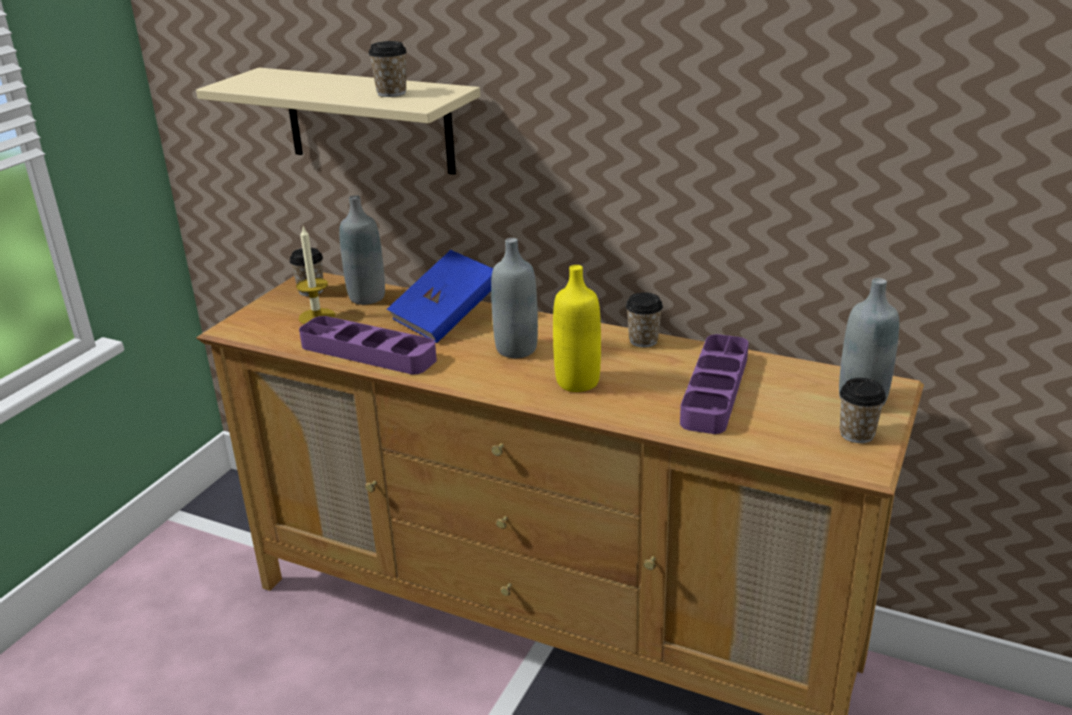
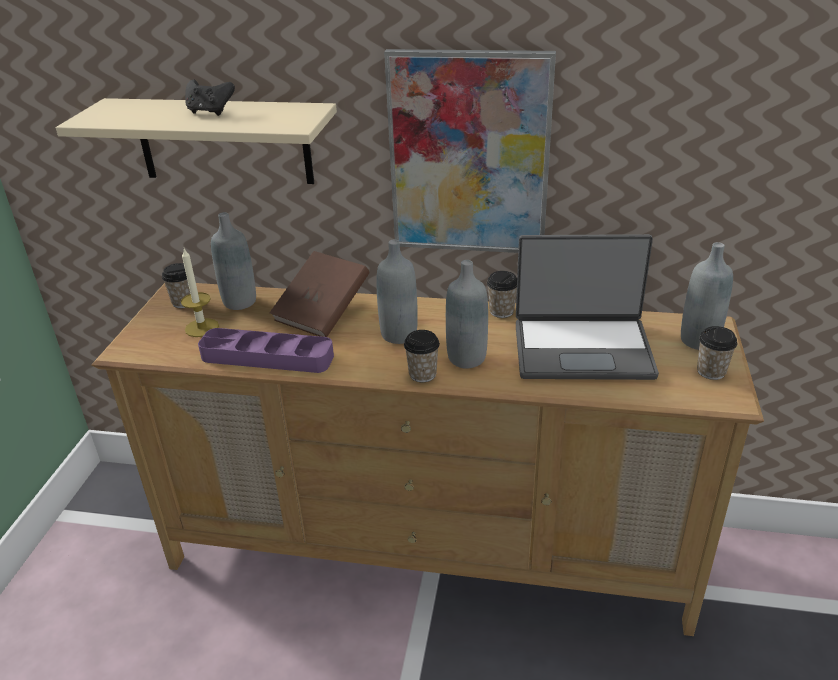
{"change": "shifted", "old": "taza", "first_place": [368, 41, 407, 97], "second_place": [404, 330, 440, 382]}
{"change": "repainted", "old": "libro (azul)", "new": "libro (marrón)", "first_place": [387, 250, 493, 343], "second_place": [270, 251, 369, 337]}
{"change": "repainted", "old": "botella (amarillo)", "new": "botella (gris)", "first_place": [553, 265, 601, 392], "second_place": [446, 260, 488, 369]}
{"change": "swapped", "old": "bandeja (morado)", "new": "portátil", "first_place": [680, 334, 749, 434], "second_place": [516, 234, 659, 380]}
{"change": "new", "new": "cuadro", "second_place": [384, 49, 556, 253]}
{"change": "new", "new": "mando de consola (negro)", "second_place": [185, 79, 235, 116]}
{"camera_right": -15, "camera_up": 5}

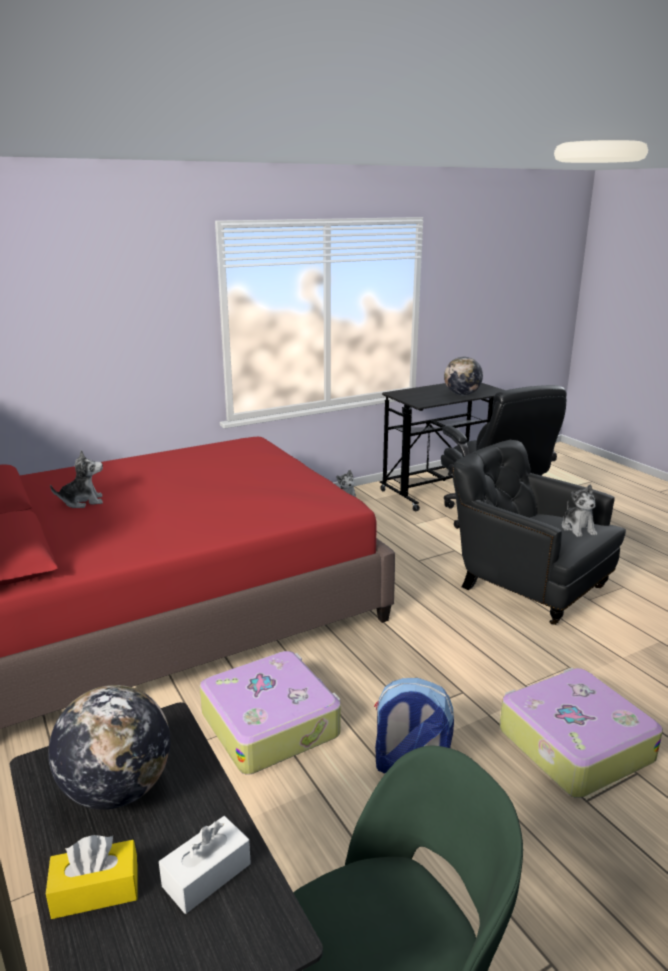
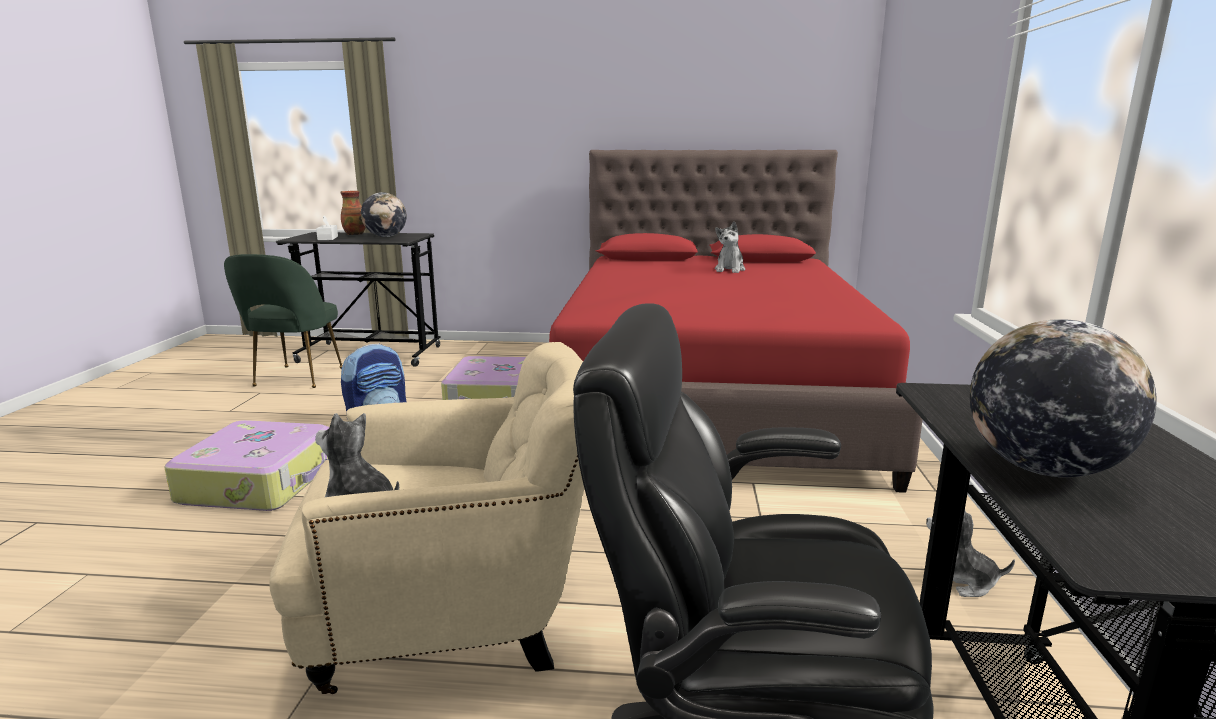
{"change": "repainted", "old": "sillón (negro)", "new": "sillón (beis)", "first_place": [452, 440, 626, 625], "second_place": [269, 342, 584, 694]}
{"change": "swapped", "old": "caja de pañuelos (amarillo)", "new": "florero", "first_place": [46, 835, 138, 919], "second_place": [340, 191, 365, 235]}
{"camera_right": 125, "camera_up": -5}

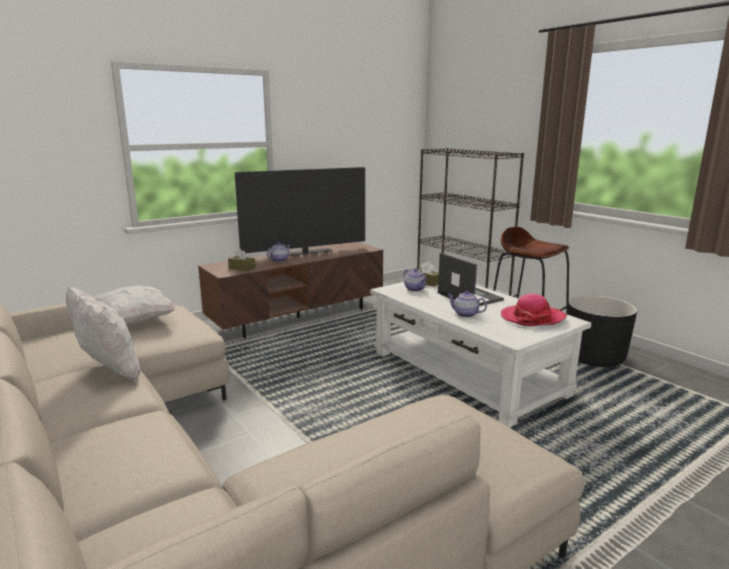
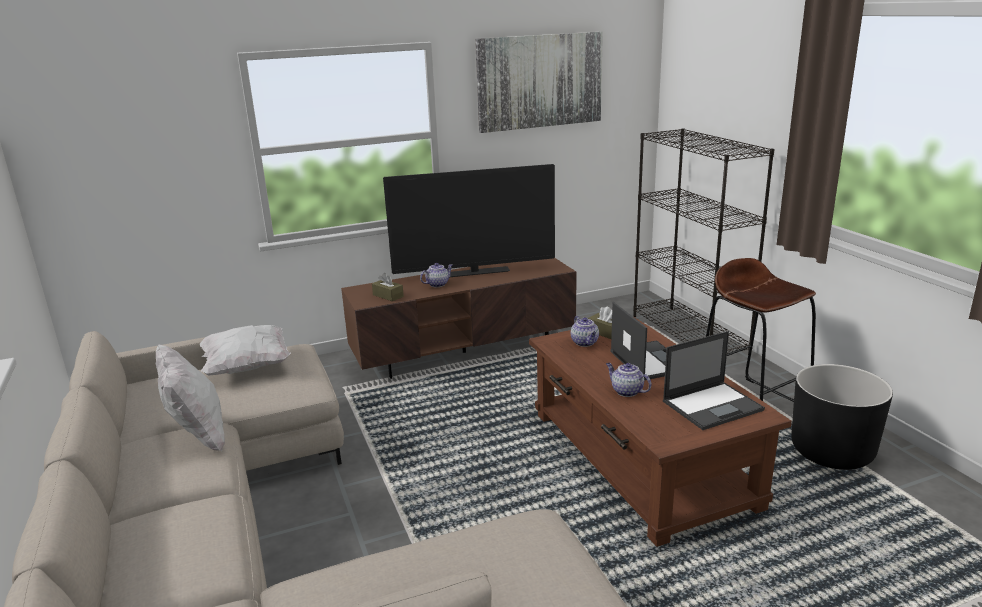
{"change": "repainted", "old": "mesa de centro (blanco)", "new": "mesa de centro (marrón)", "first_place": [370, 282, 591, 428], "second_place": [529, 317, 792, 547]}
{"change": "swapped", "old": "sombrero", "new": "portátil", "first_place": [501, 293, 567, 326], "second_place": [663, 331, 765, 430]}
{"change": "new", "new": "cuadro", "second_place": [475, 32, 603, 133]}
{"camera_right": 15, "camera_up": 5}

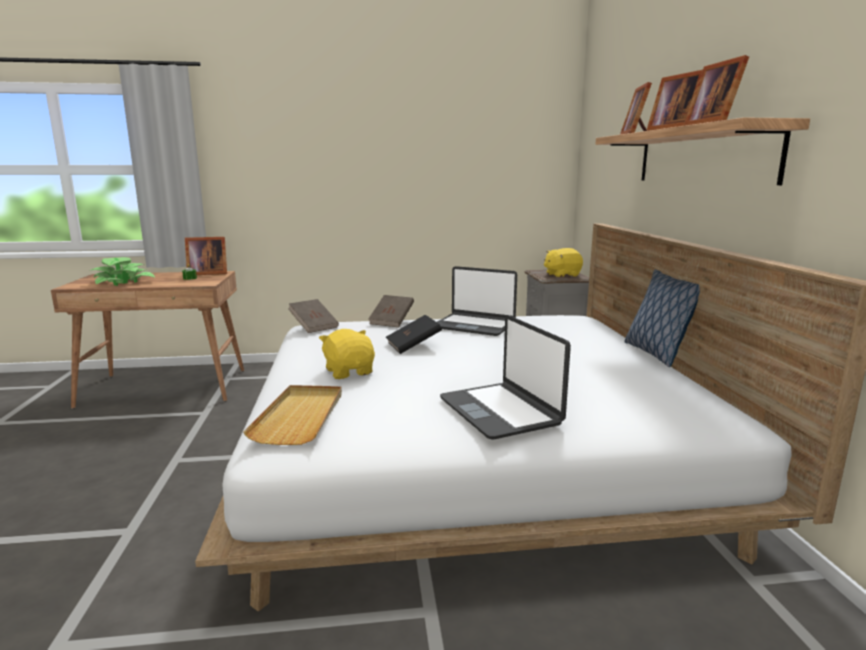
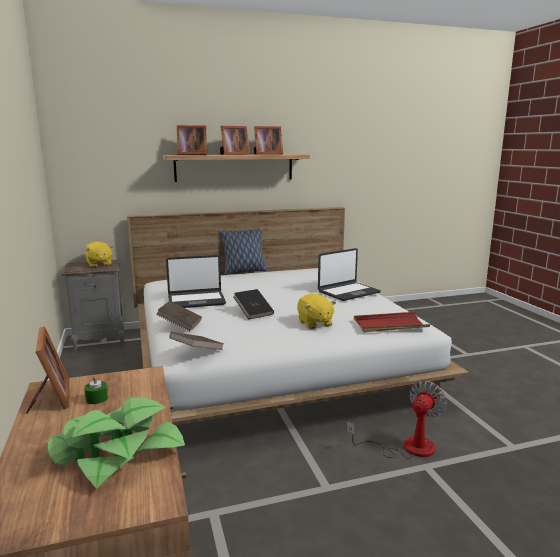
{"change": "rotated", "old": "portátil", "first_place": [437, 266, 517, 336], "second_place": [166, 255, 226, 308], "degrees": 60}
{"change": "rotated", "old": "peluche (amarillo)", "first_place": [319, 329, 375, 379], "second_place": [297, 293, 336, 329], "degrees": -75}
{"change": "repainted", "old": "bandeja (beis)", "new": "bandeja (rojo)", "first_place": [243, 385, 342, 445], "second_place": [354, 312, 430, 333]}
{"change": "new", "new": "ventilador", "second_place": [347, 381, 447, 459]}
{"camera_right": -100, "camera_up": 0}

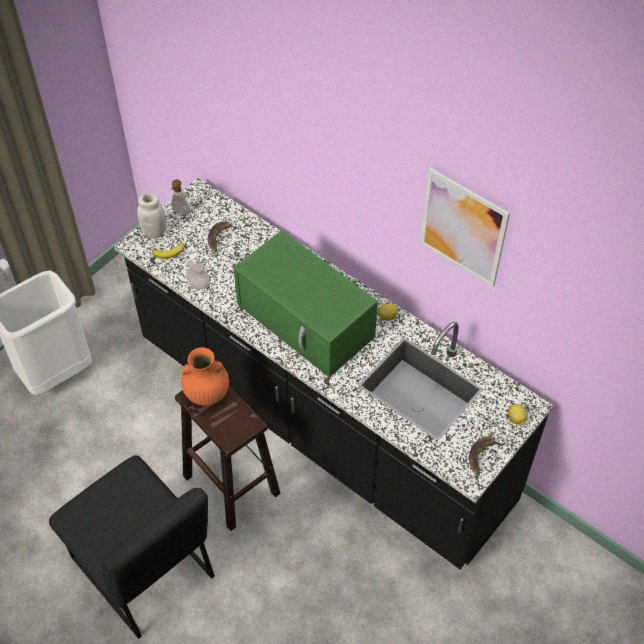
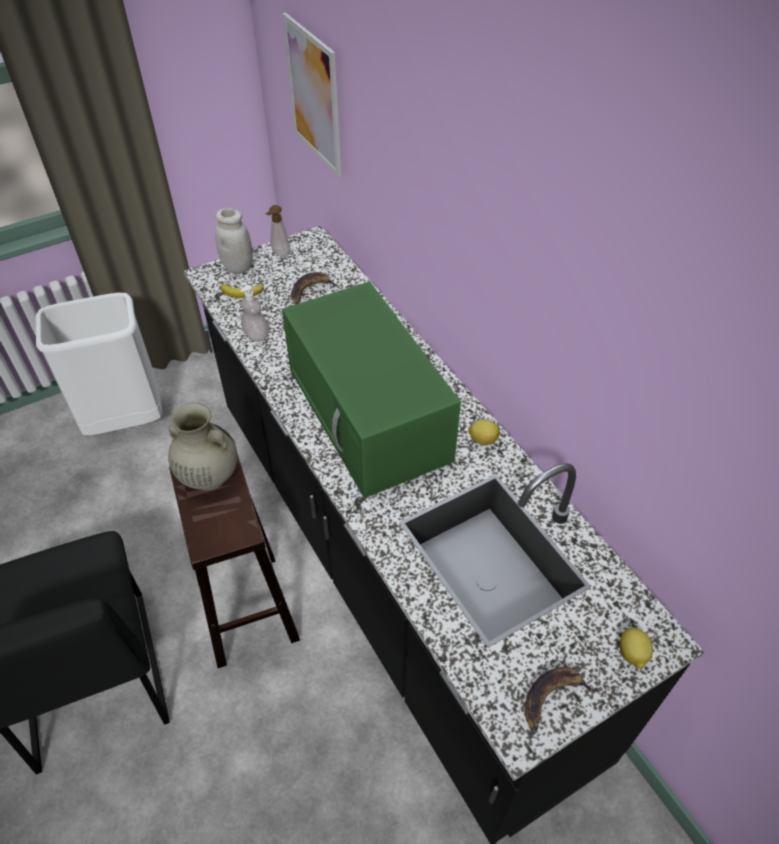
{"change": "shifted", "old": "cuadro", "first_place": [420, 168, 510, 287], "second_place": [282, 13, 341, 177]}
{"change": "repainted", "old": "florero (naranja)", "new": "florero (beis)", "first_place": [181, 347, 229, 405], "second_place": [168, 403, 238, 491]}
{"camera_right": 20, "camera_up": -5}

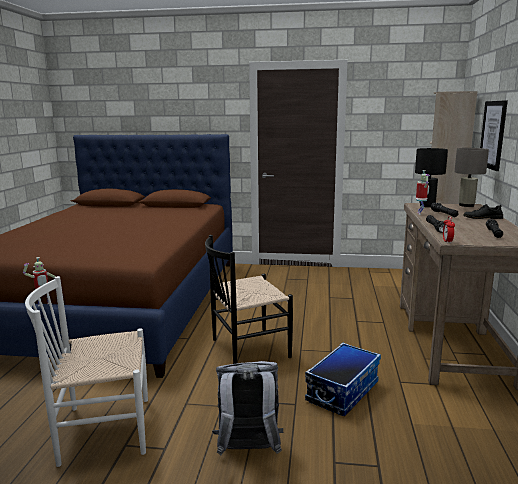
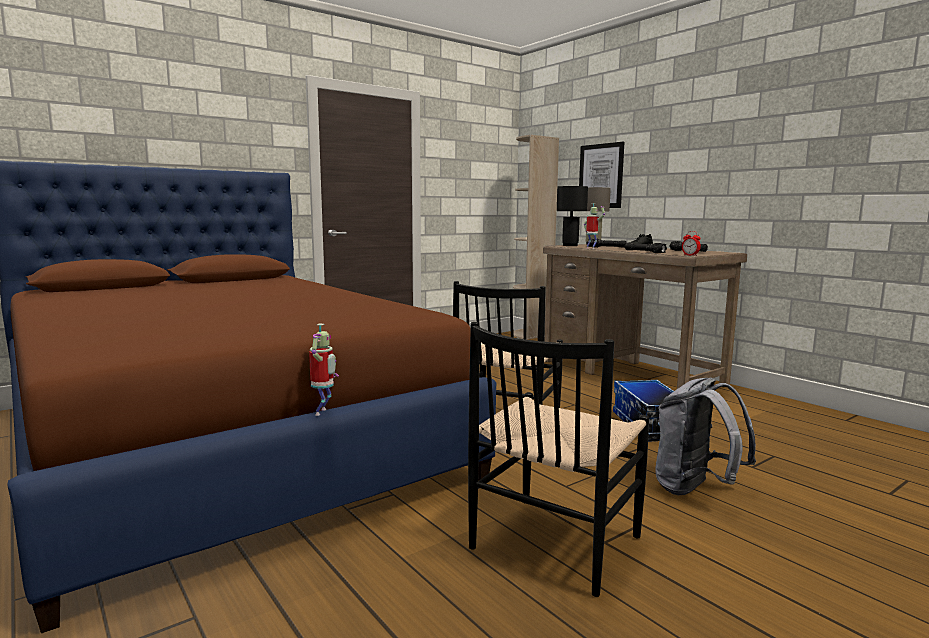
{"change": "repainted", "old": "silla (blanco)", "new": "silla (negro)", "first_place": [25, 276, 148, 467], "second_place": [468, 322, 649, 597]}
{"camera_right": -45, "camera_up": -5}

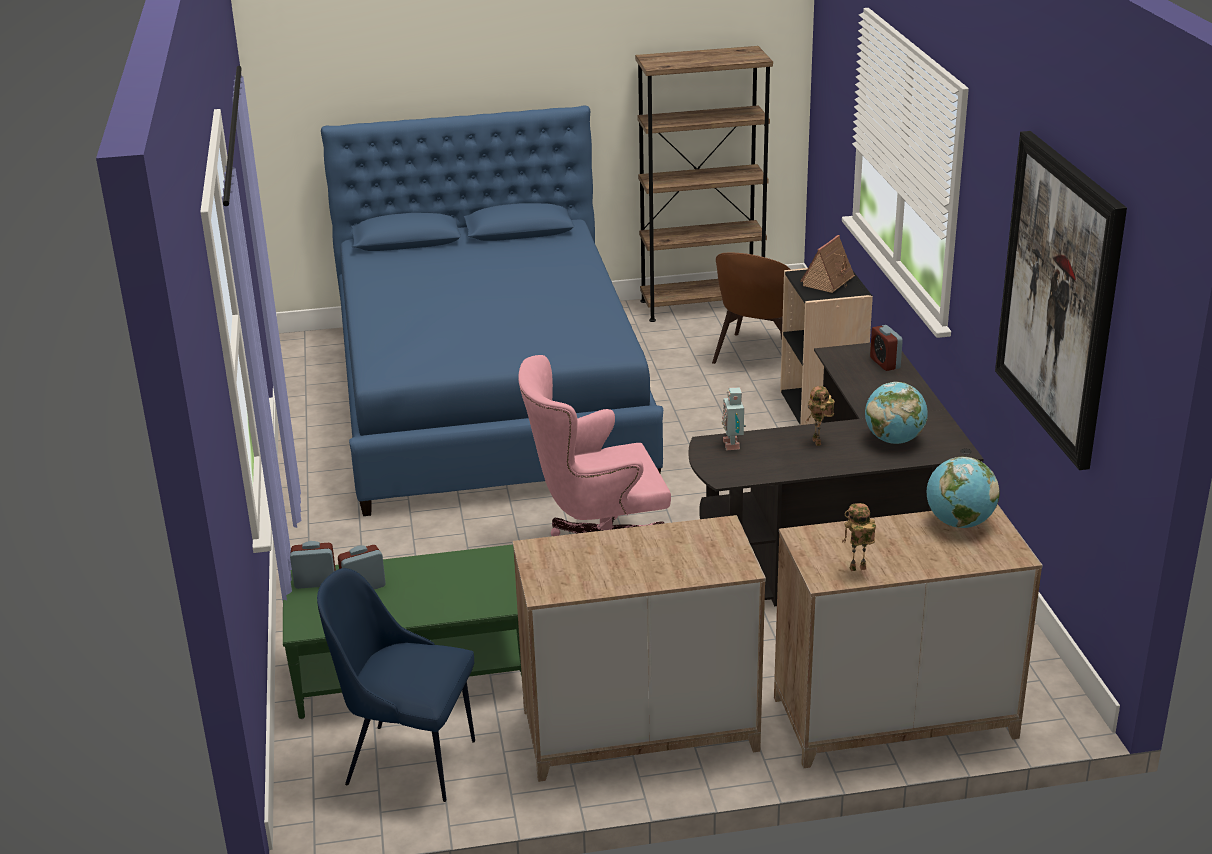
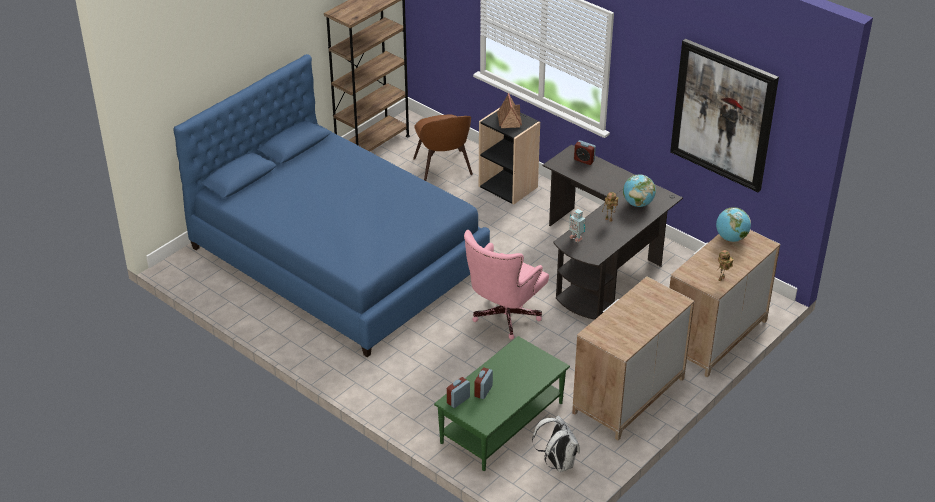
{"change": "swapped", "old": "silla (azul)", "new": "mochila (blanco)", "first_place": [317, 568, 475, 802], "second_place": [532, 415, 580, 472]}
{"camera_right": -40, "camera_up": 10}

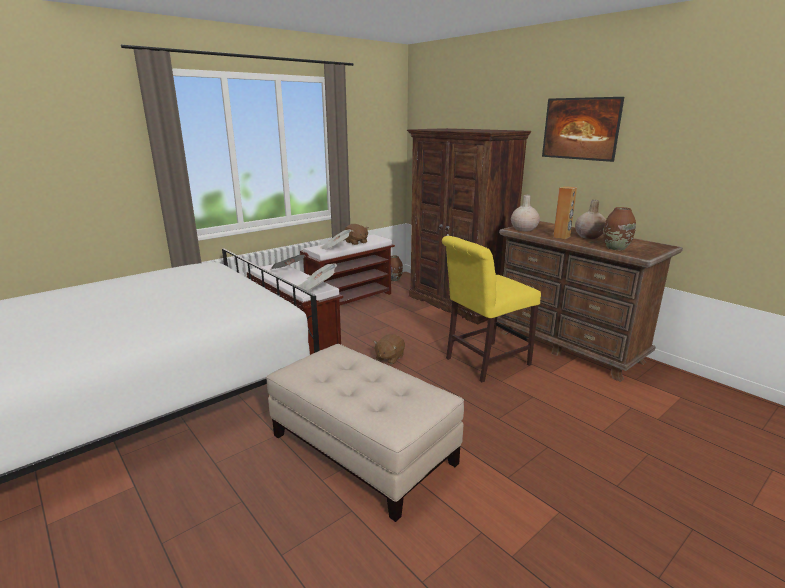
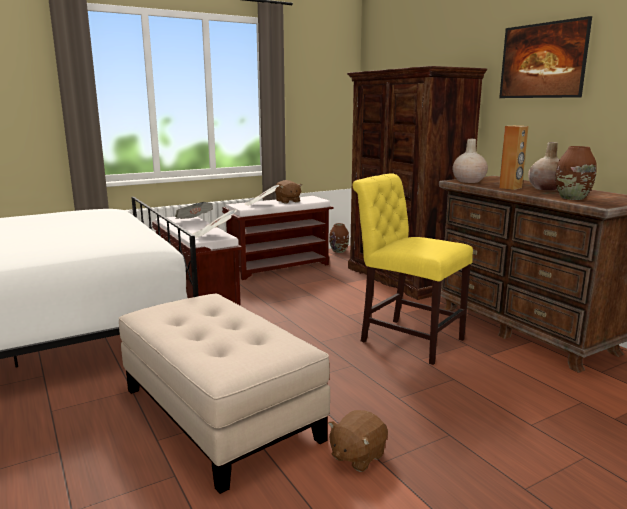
{"change": "rotated", "old": "silla (amarillo)", "first_place": [442, 236, 541, 382], "second_place": [353, 173, 473, 365], "degrees": 60}
{"change": "shifted", "old": "peluche (marrón)", "first_place": [374, 334, 405, 364], "second_place": [328, 410, 388, 472]}
{"camera_right": 10, "camera_up": -5}

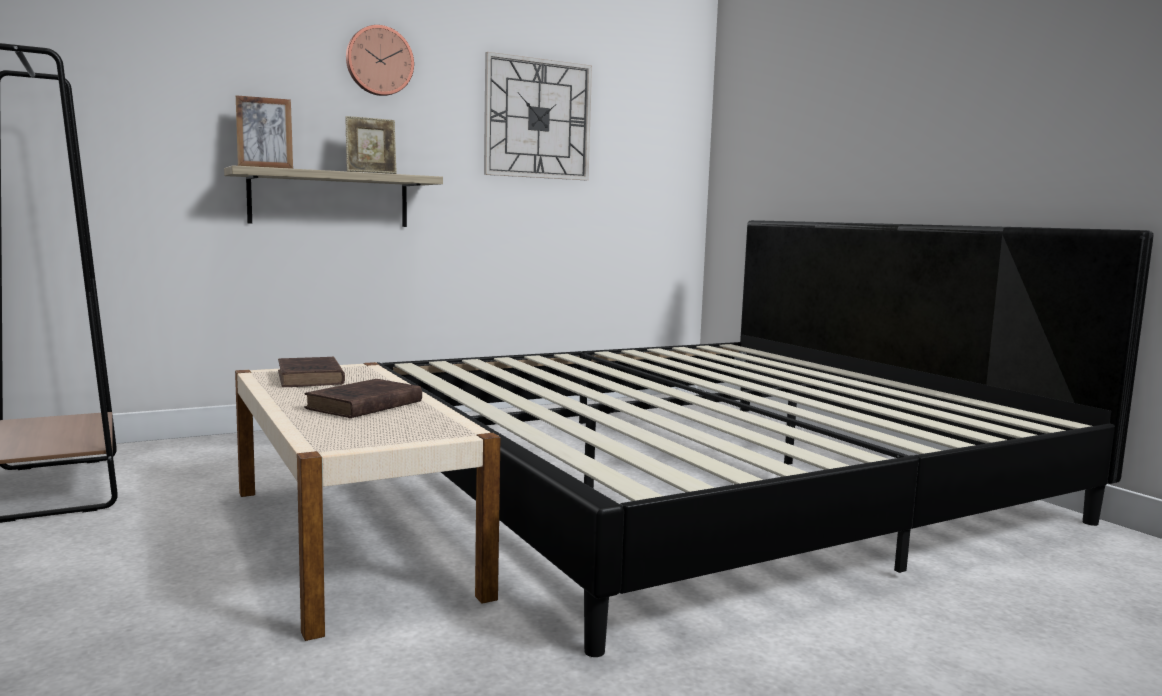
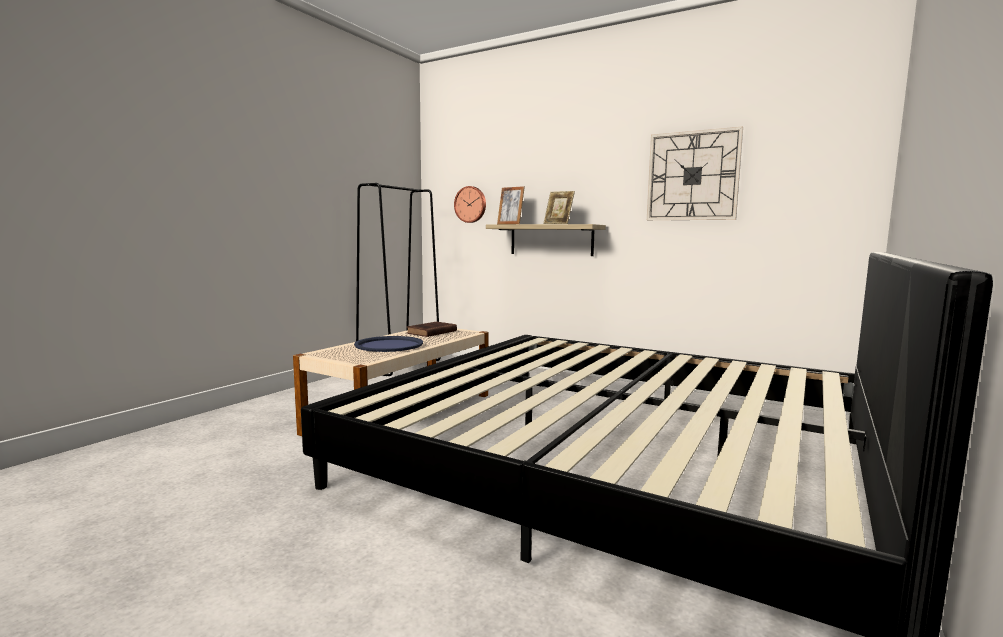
{"change": "shifted", "old": "reloj de pared", "first_place": [346, 25, 414, 96], "second_place": [454, 186, 486, 223]}
{"change": "swapped", "old": "libro (marrón)", "new": "bandeja (azul)", "first_place": [305, 379, 422, 418], "second_place": [354, 336, 423, 352]}
{"camera_right": 60, "camera_up": 0}

